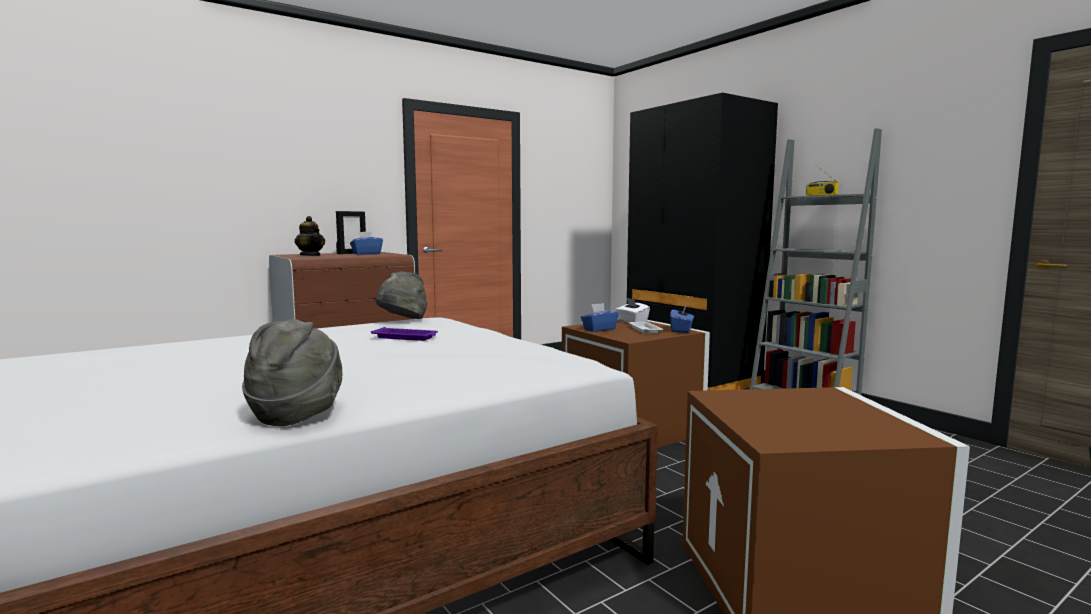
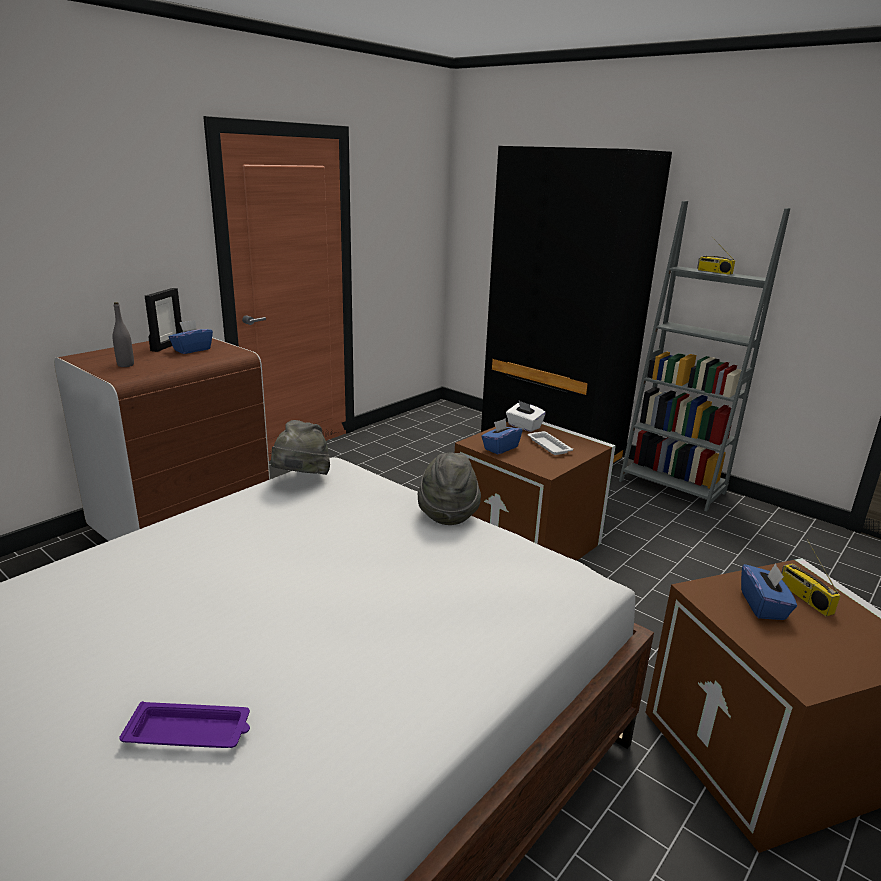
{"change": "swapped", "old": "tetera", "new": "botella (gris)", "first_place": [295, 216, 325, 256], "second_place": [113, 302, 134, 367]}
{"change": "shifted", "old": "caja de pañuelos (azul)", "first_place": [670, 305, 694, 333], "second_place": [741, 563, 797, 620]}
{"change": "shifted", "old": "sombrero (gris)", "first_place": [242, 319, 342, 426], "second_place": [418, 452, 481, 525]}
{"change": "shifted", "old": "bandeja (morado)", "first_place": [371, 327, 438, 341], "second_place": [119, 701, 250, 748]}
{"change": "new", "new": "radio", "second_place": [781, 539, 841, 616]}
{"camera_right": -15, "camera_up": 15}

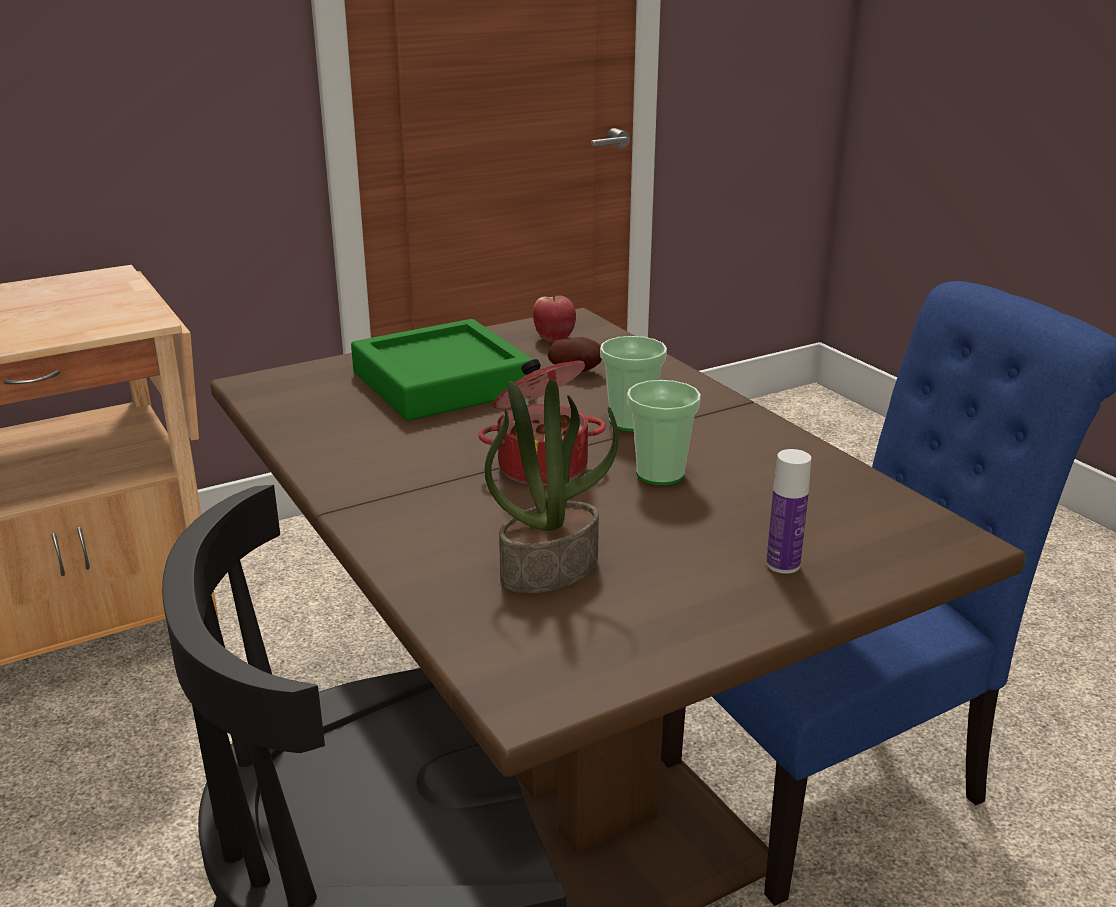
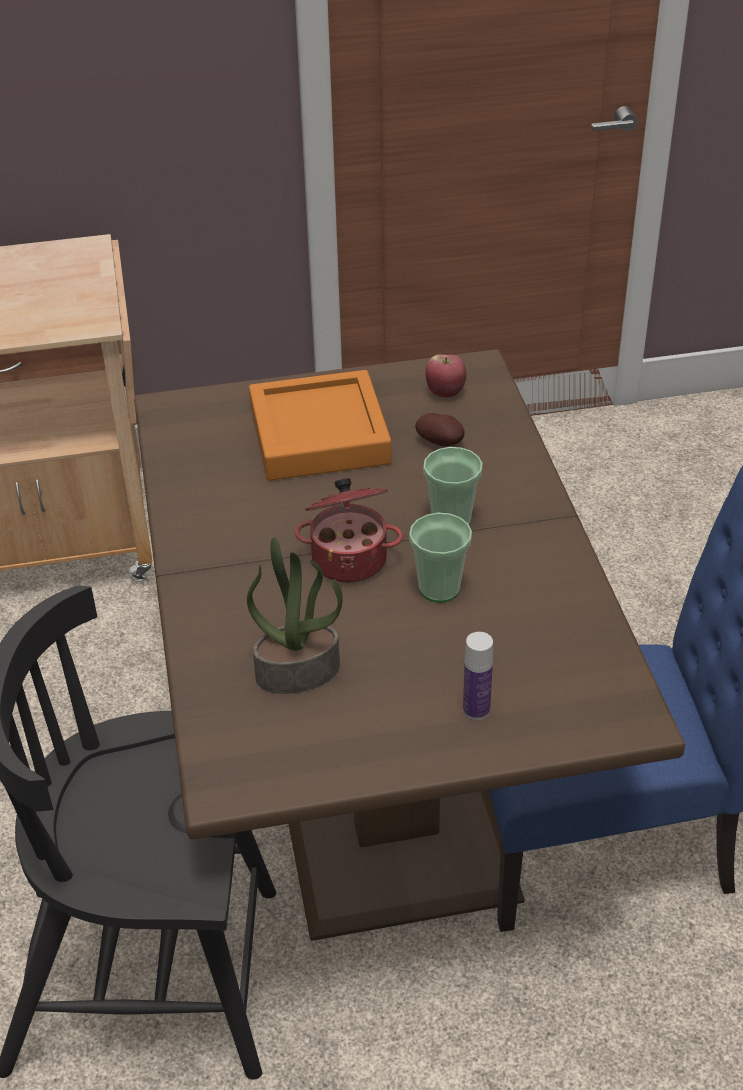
{"change": "repainted", "old": "bandeja (verde)", "new": "bandeja (naranja)", "first_place": [351, 319, 533, 421], "second_place": [249, 370, 392, 481]}
{"camera_right": 20, "camera_up": 15}

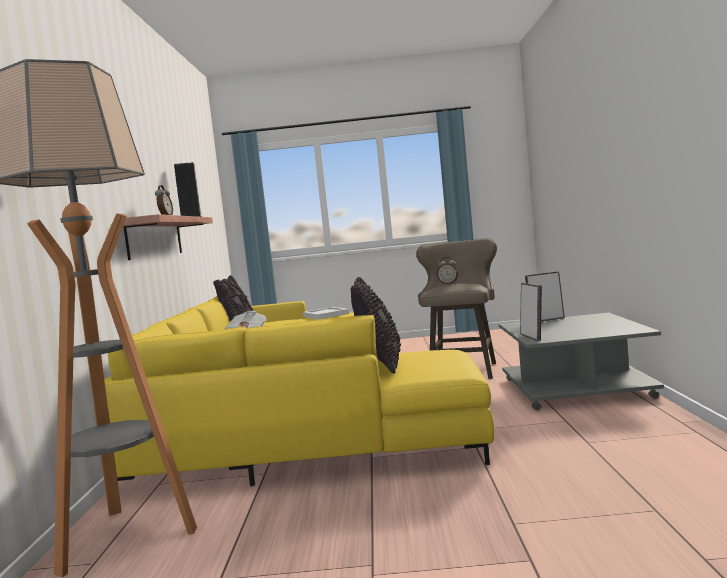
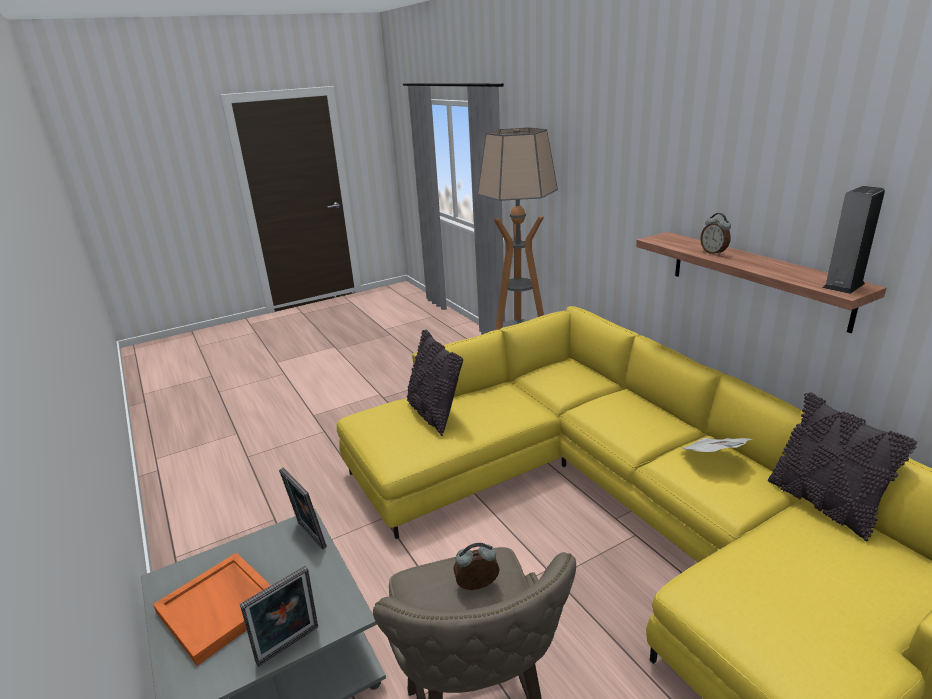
{"change": "gone", "old": "bandeja (blanco)", "first_place": [303, 307, 349, 320]}
{"change": "new", "new": "bandeja (naranja)", "second_place": [153, 553, 271, 666]}
{"camera_right": 150, "camera_up": 20}

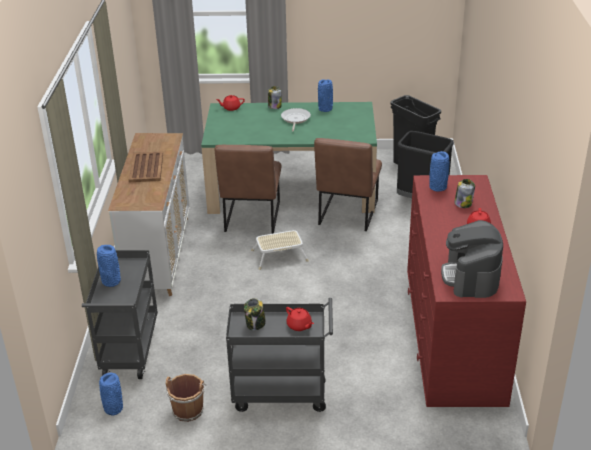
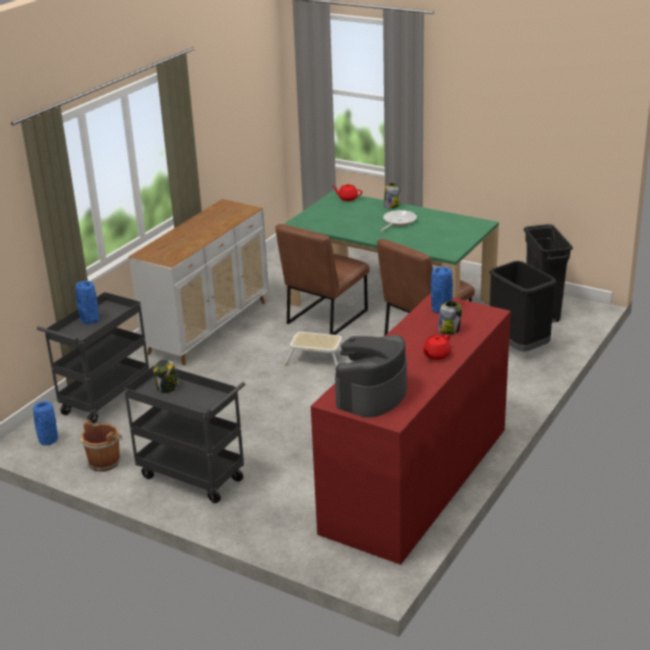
{"change": "gone", "old": "florero (azul)", "first_place": [318, 79, 333, 112]}
{"change": "gone", "old": "bandeja (marrón)", "first_place": [129, 151, 163, 182]}
{"change": "gone", "old": "tetera (rojo)", "first_place": [286, 307, 314, 331]}
{"camera_right": 30, "camera_up": -5}

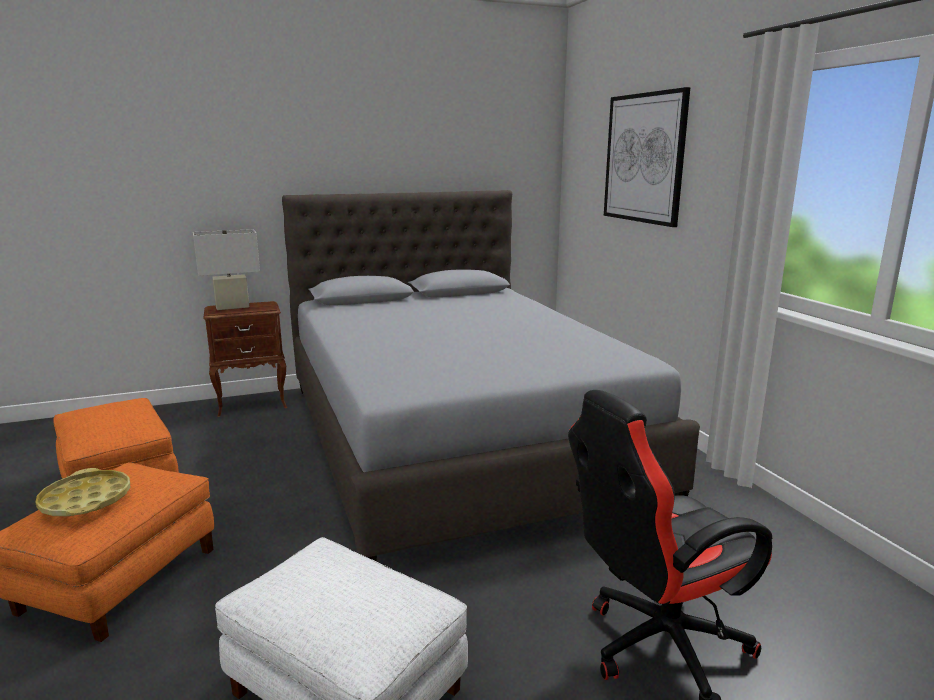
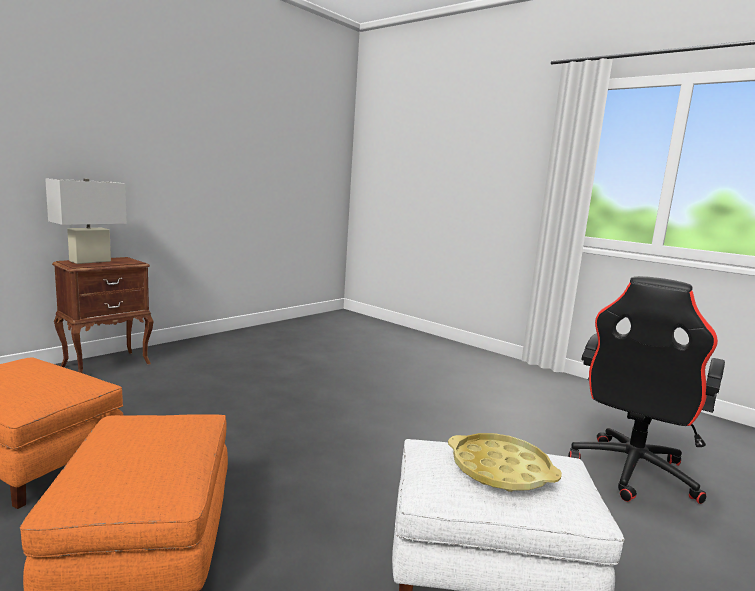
{"change": "gone", "old": "cuadro", "first_place": [604, 87, 690, 227]}
{"change": "gone", "old": "cama (gris)", "first_place": [282, 190, 700, 561]}
{"change": "shifted", "old": "bandeja (amarillo)", "first_place": [35, 468, 131, 516], "second_place": [448, 433, 562, 492]}
{"camera_right": -30, "camera_up": -5}

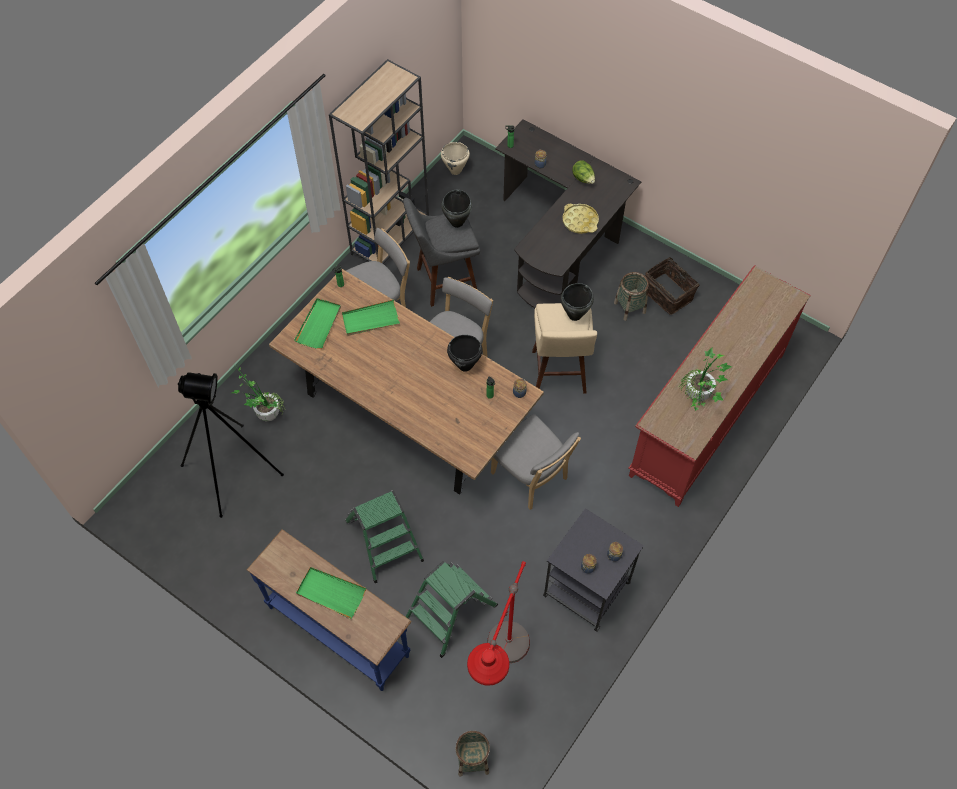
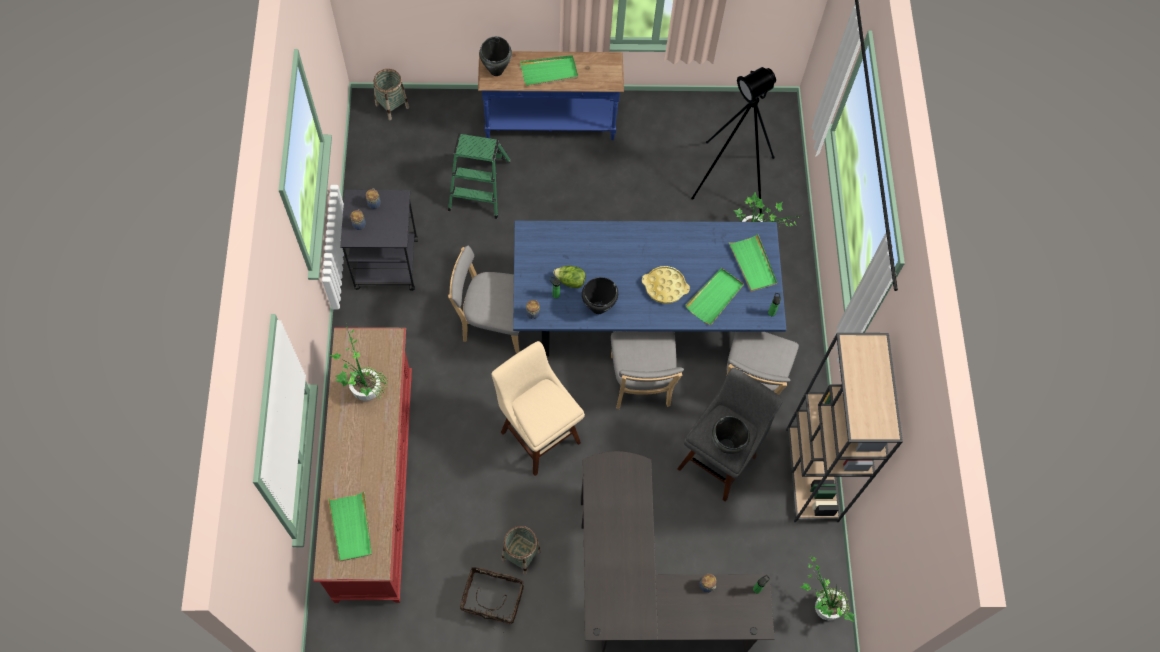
{"change": "swapped", "old": "olla (beis)", "new": "planta en maceta", "first_place": [441, 142, 470, 175], "second_place": [800, 553, 855, 622]}
{"change": "shifted", "old": "lechuga", "first_place": [572, 160, 595, 184], "second_place": [553, 266, 586, 289]}
{"change": "shifted", "old": "bandeja (amarillo)", "first_place": [563, 204, 599, 234], "second_place": [642, 266, 690, 304]}
{"change": "repainted", "old": "mesa de comedor (marrón)", "new": "mesa de comedor (azul)", "first_place": [269, 269, 544, 495], "second_place": [513, 221, 786, 357]}
{"change": "shifted", "old": "olla (negro)", "first_place": [561, 283, 594, 321], "second_place": [479, 36, 512, 76]}
{"change": "gone", "old": "escalera de tijera (verde)", "first_place": [345, 490, 424, 583]}
{"change": "gone", "old": "lámpara de pie (rojo)", "first_place": [467, 561, 530, 686]}
{"change": "new", "new": "bandeja (verde)", "second_place": [328, 492, 372, 562]}
{"camera_right": 140, "camera_up": 5}

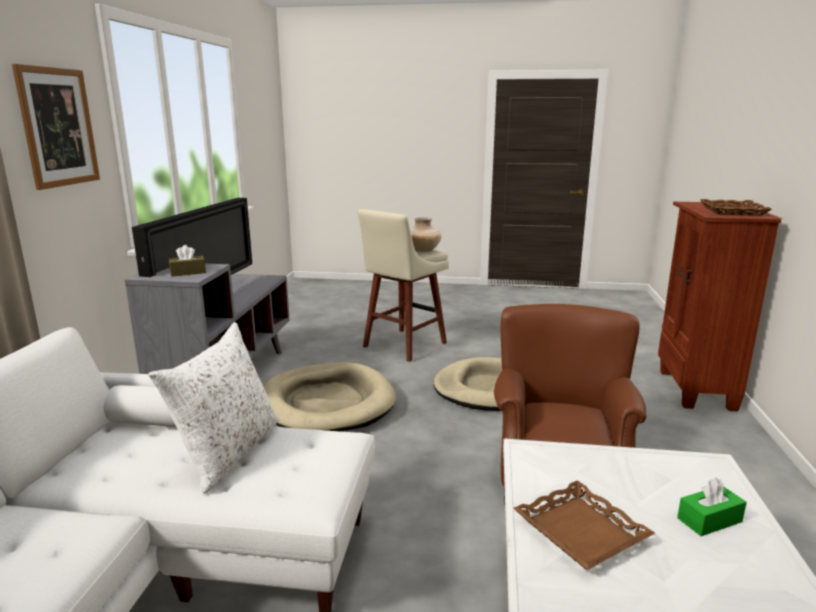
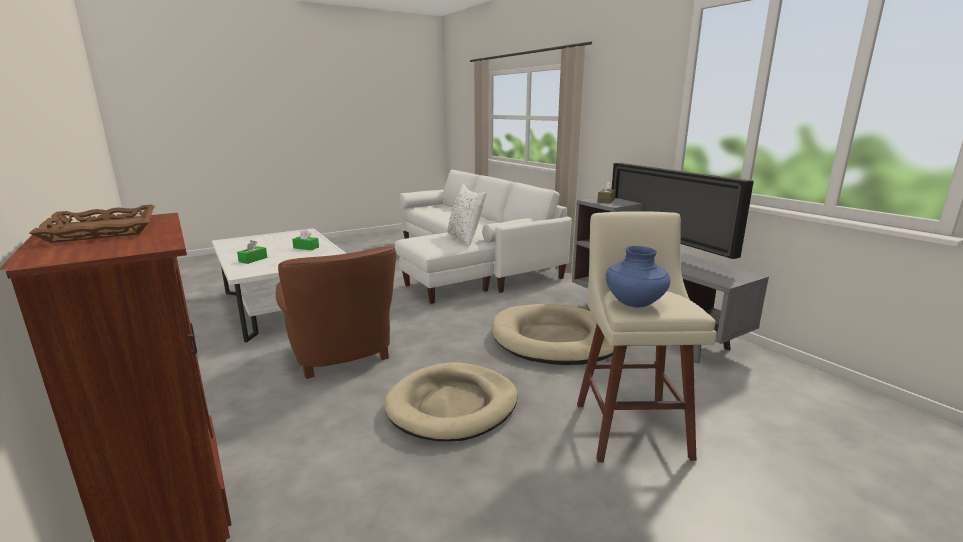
{"change": "gone", "old": "cuadro", "first_place": [12, 64, 100, 190]}
{"change": "repainted", "old": "florero (beis)", "new": "florero (azul)", "first_place": [410, 217, 442, 252], "second_place": [606, 246, 670, 307]}
{"change": "swapped", "old": "bandeja (marrón)", "new": "caja de pañuelos (verde)", "first_place": [513, 480, 655, 570], "second_place": [292, 229, 319, 250]}
{"camera_right": 140, "camera_up": 0}

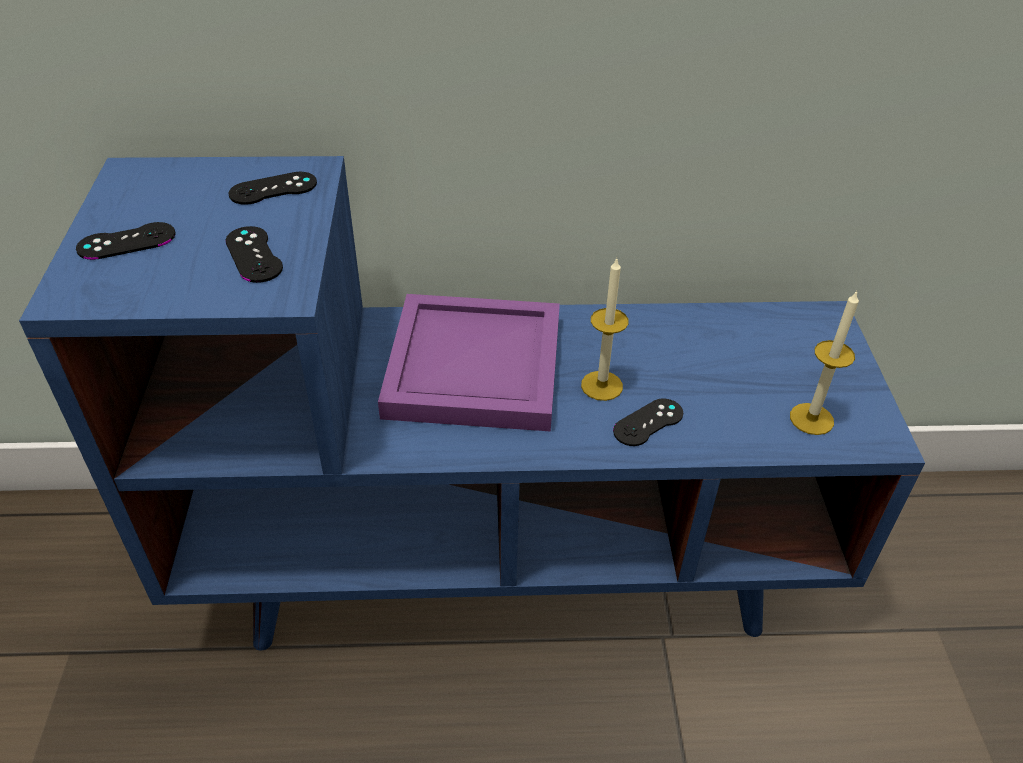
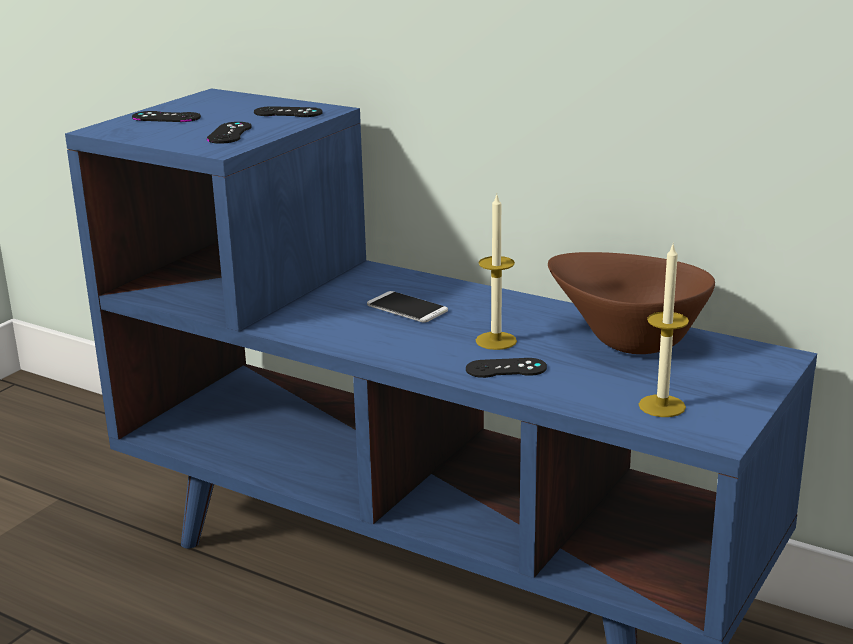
{"change": "swapped", "old": "bandeja (morado)", "new": "móvil", "first_place": [378, 294, 560, 431], "second_place": [367, 291, 448, 323]}
{"change": "new", "new": "cuenco (marrón)", "second_place": [548, 252, 715, 354]}
{"camera_right": 35, "camera_up": -20}

